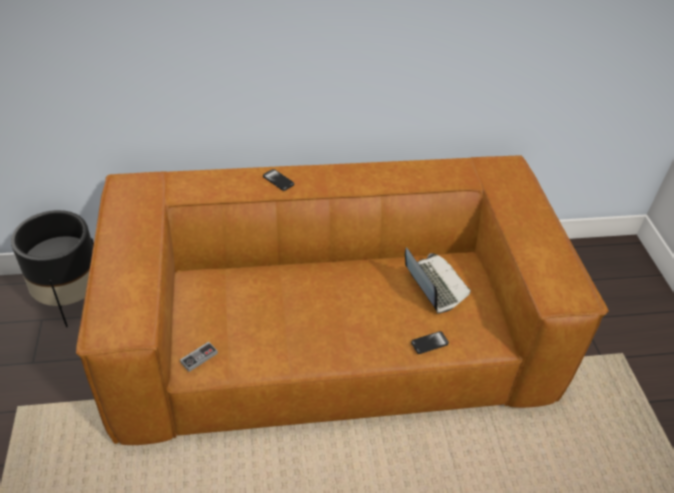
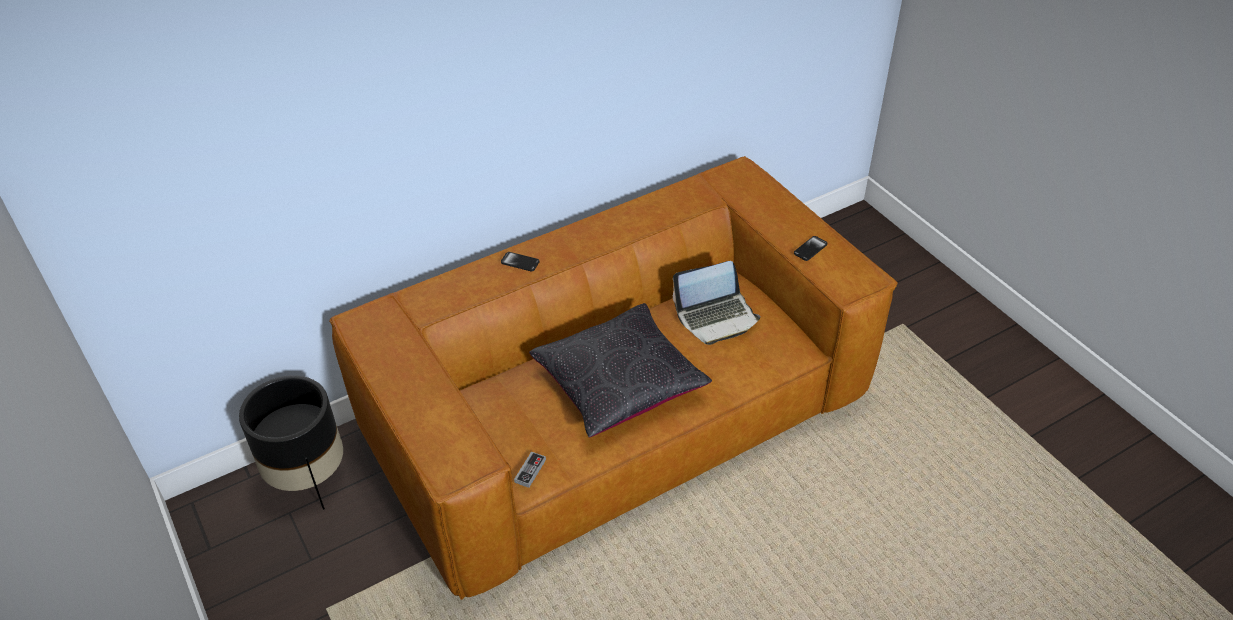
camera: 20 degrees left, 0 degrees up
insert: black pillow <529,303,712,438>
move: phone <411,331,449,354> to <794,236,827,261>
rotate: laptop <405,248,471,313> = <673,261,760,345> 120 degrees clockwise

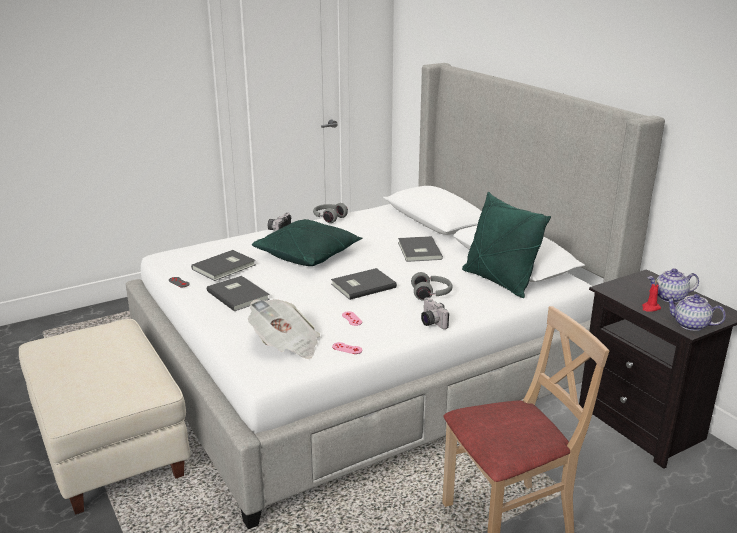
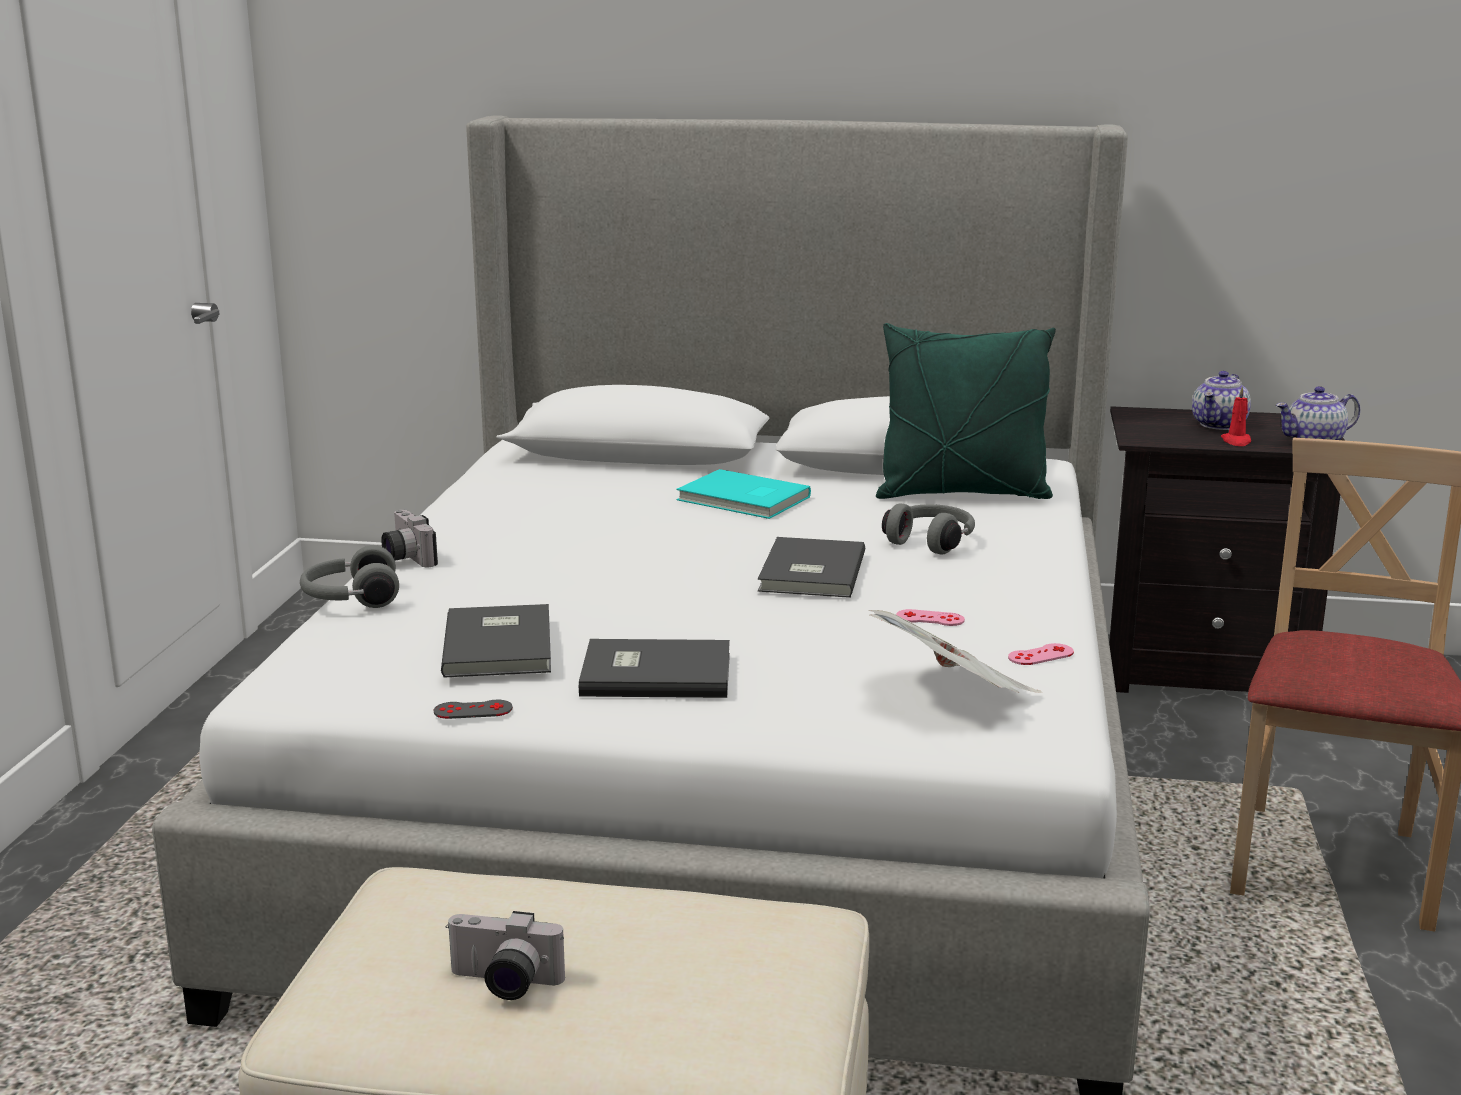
camera: 50 degrees left, 5 degrees down
delete: green pillow <252,219,362,266>
move: grey headphones <313,203,348,223> to <300,545,399,608>; photo camera <421,297,449,329> to <446,911,565,1000>
recolor: grey book <398,236,443,262> to turquoise book <676,469,811,519>

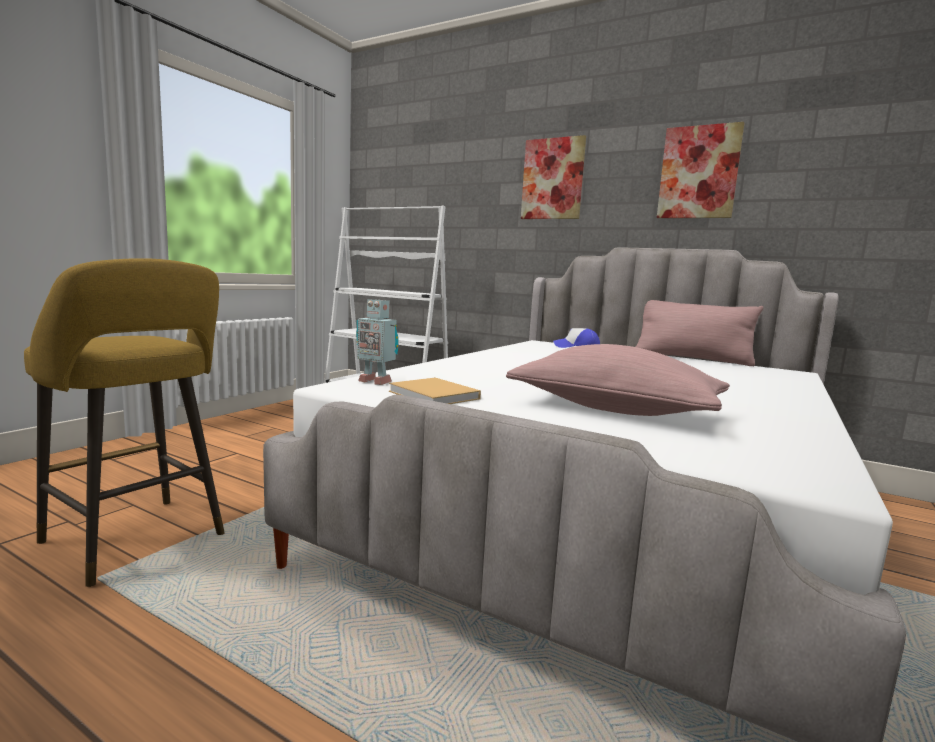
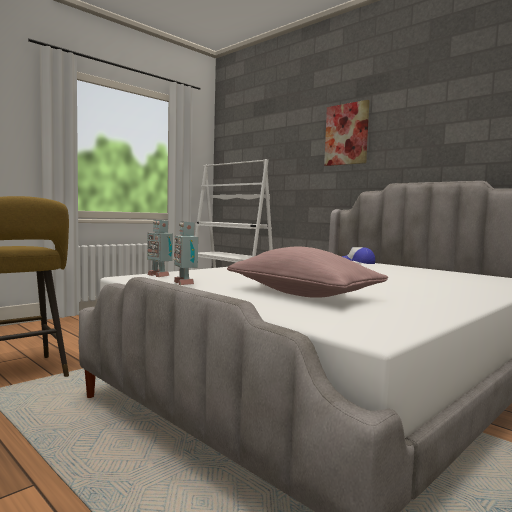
camera: 15 degrees right, 5 degrees down
delete: pink pillow <636,300,764,366>; picture <657,122,744,218>
replace: beige book <389,378,481,404> to toy robot <173,221,198,285>

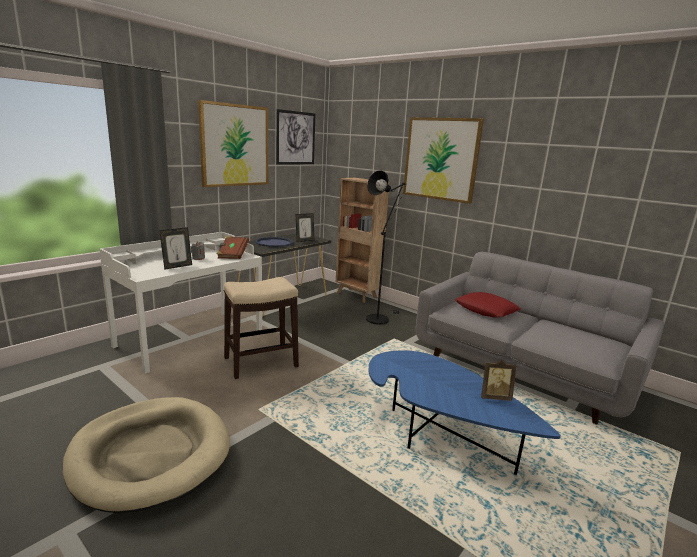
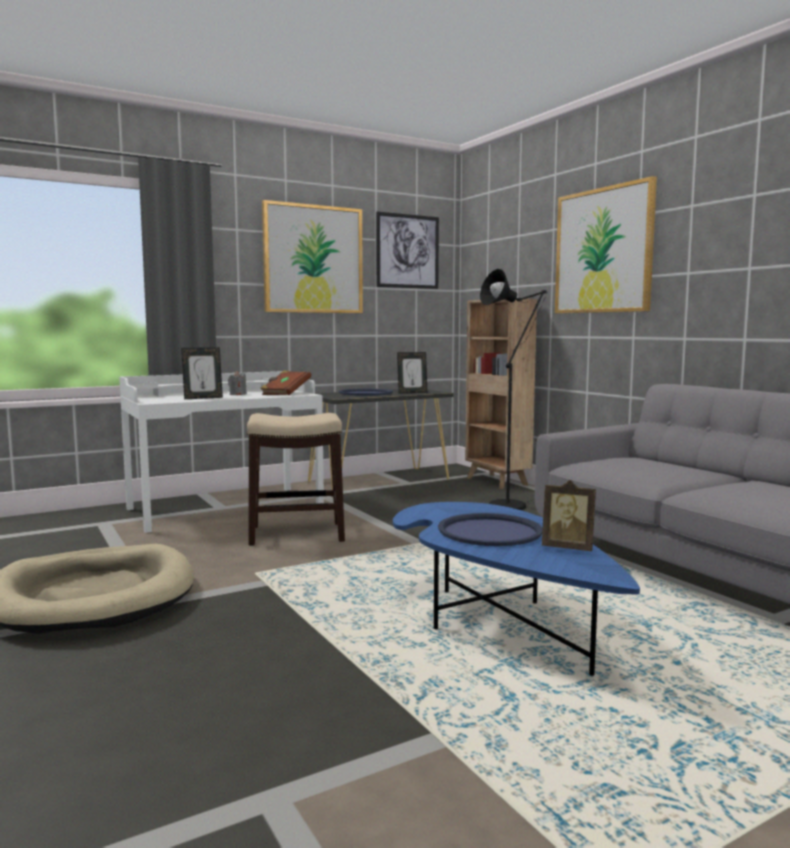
camera: 20 degrees right, 10 degrees down
delete: red pillow <455,292,521,317>
insert: blue tray <438,513,543,546>

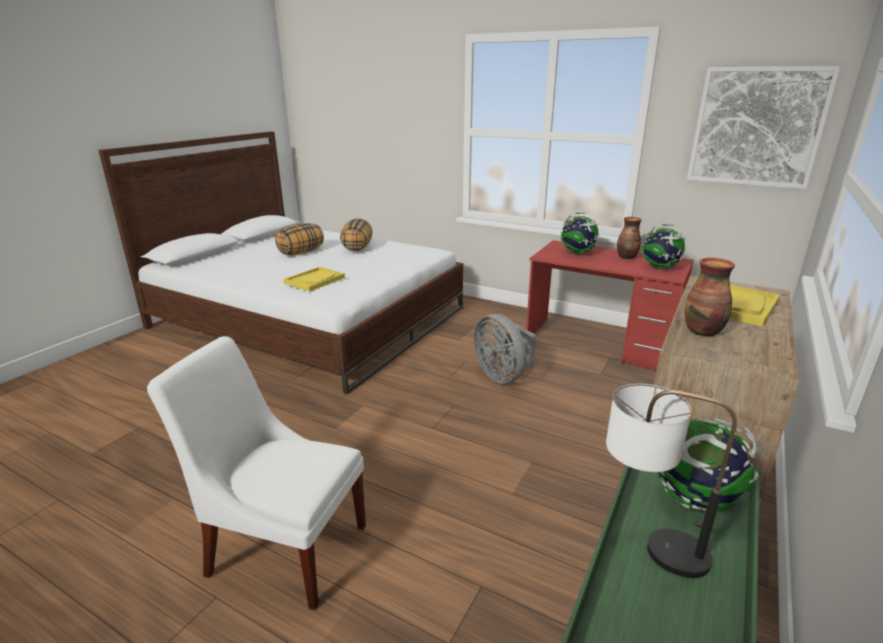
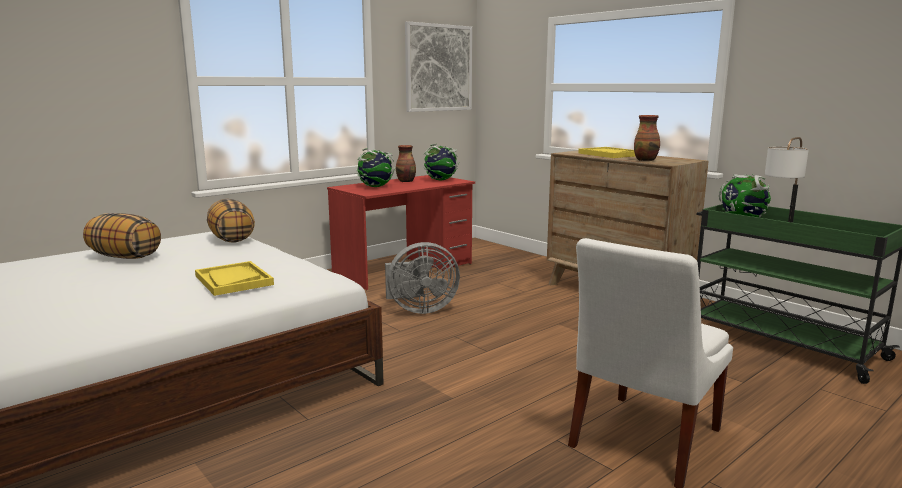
camera: 70 degrees left, 10 degrees down
move: pillow <275,223,324,255> to <207,199,255,242>

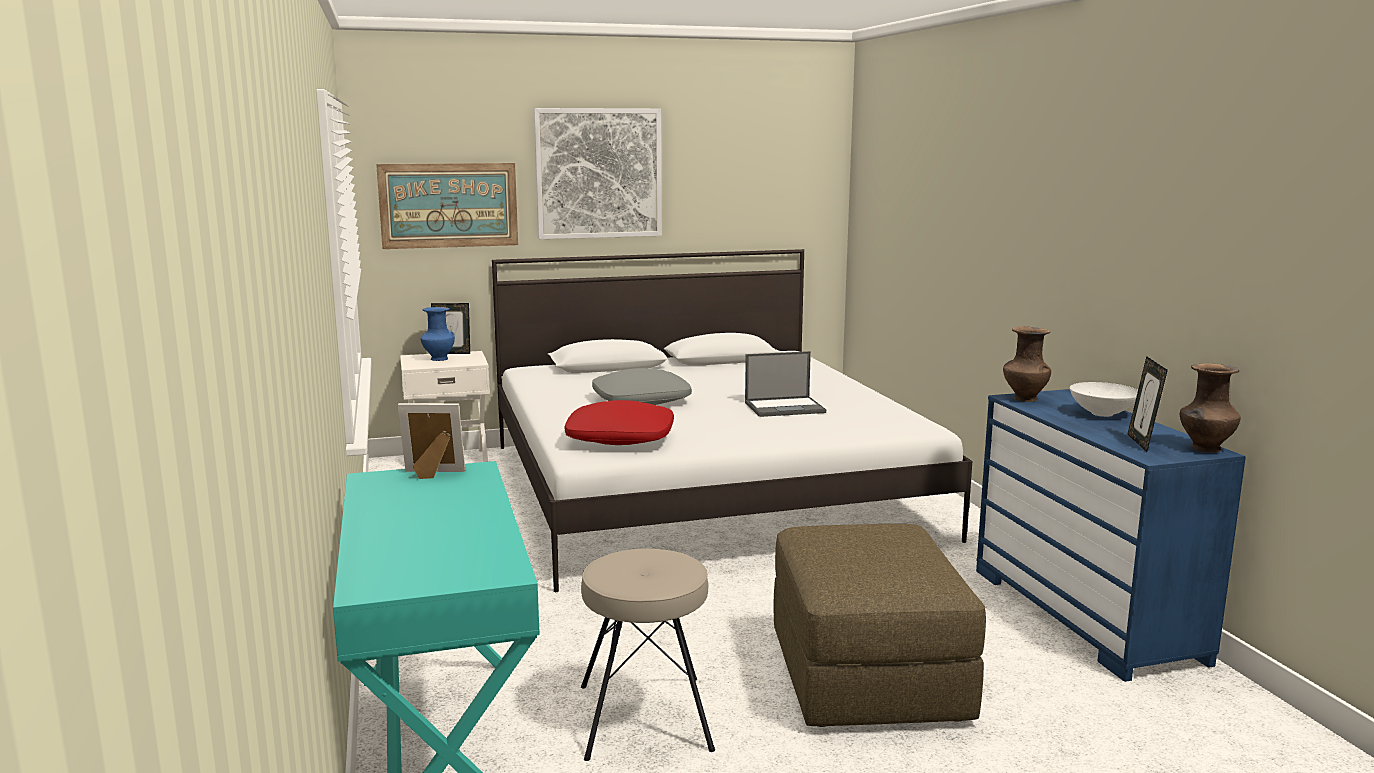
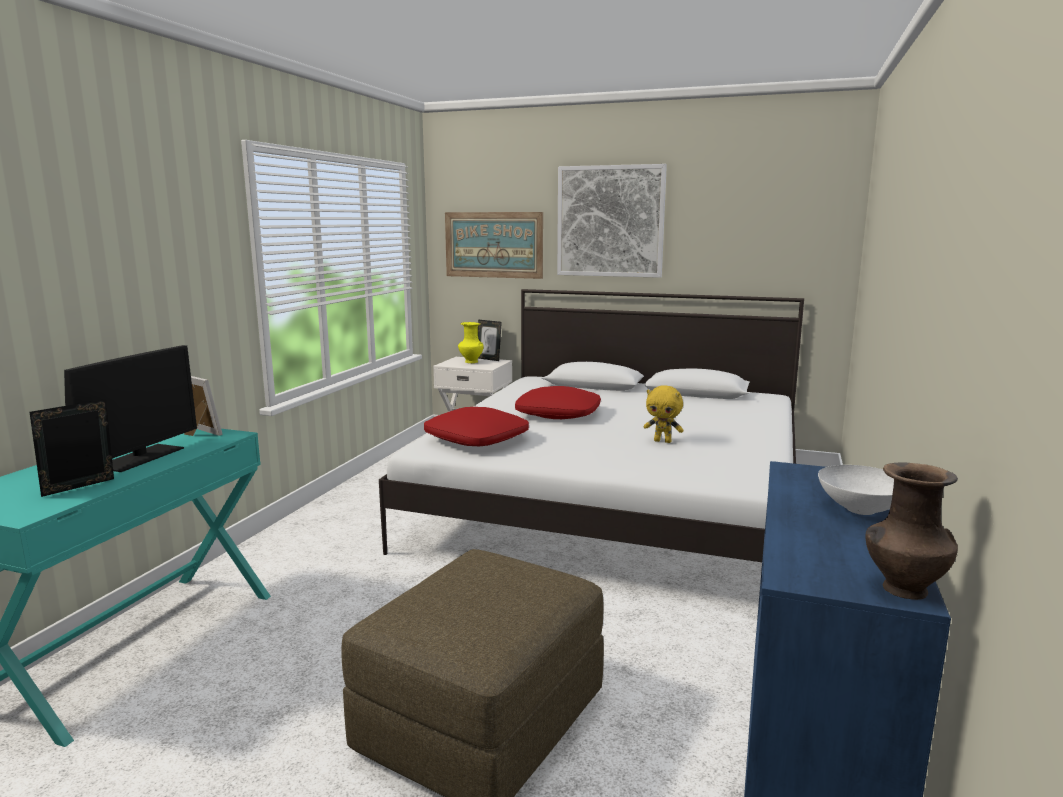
camera: 35 degrees right, 0 degrees up
delete: beige stool <581,549,715,761>; brown vase <1003,326,1051,402>
insert: monitor <64,345,197,472>
move: picture frame <1127,356,1168,452> to <29,399,114,497>
replace: laptop <745,351,826,417> to yellow plush toy <643,385,684,443>
recolor: blue vase <420,307,455,361> to yellow vase <458,322,484,363>; grey pillow <592,368,692,405> to red pillow <515,386,601,419>

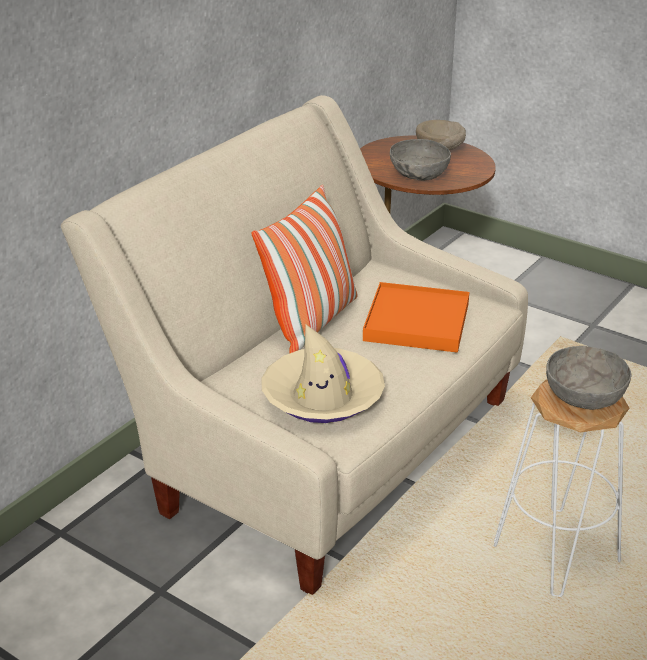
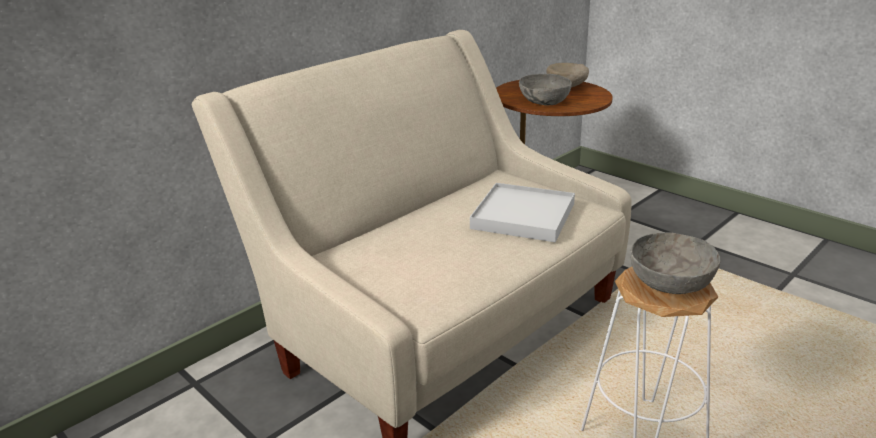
camera: 10 degrees right, 5 degrees down
delete: pillow <252,185,358,353>; beige hat <261,325,385,423>
recolor: orange tray <363,282,469,353> to white tray <470,183,575,242>

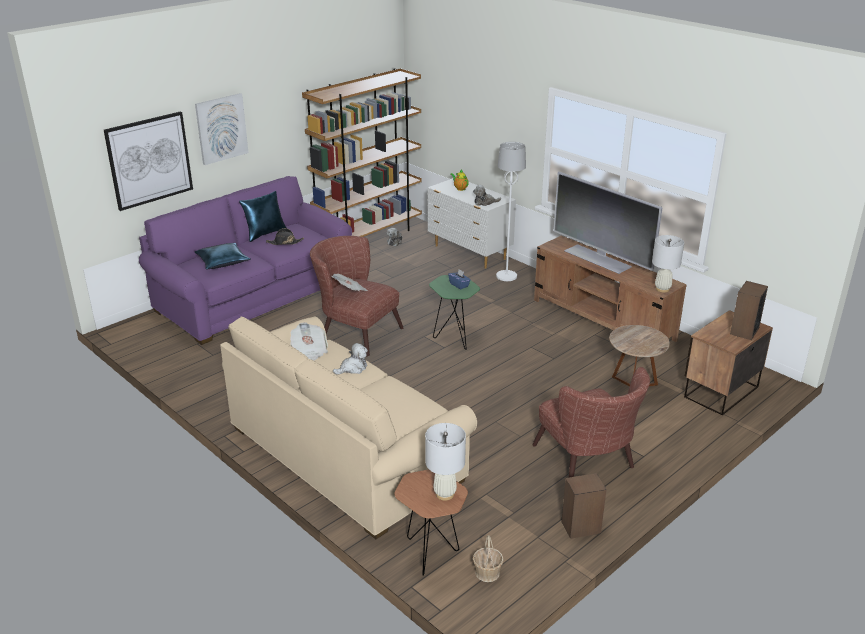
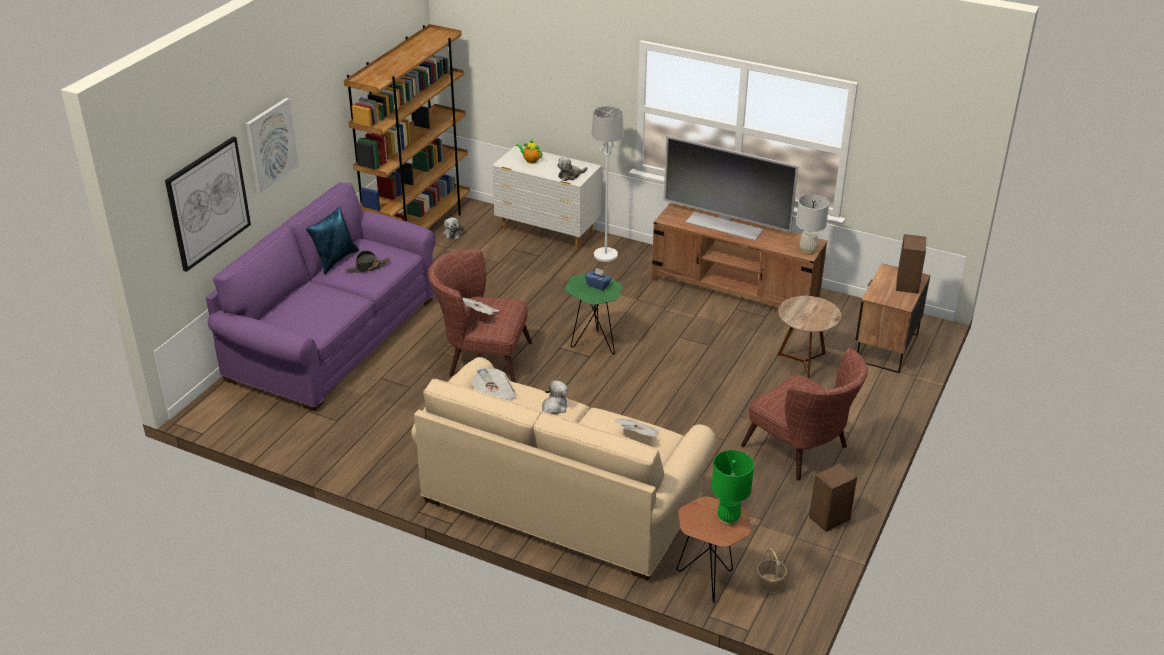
camera: 20 degrees left, 5 degrees up
delete: blue pillow <195,243,251,269>
insert: newspaper <615,418,659,437>
recolor: white table lamp <425,423,466,501> to green table lamp <712,450,754,526>

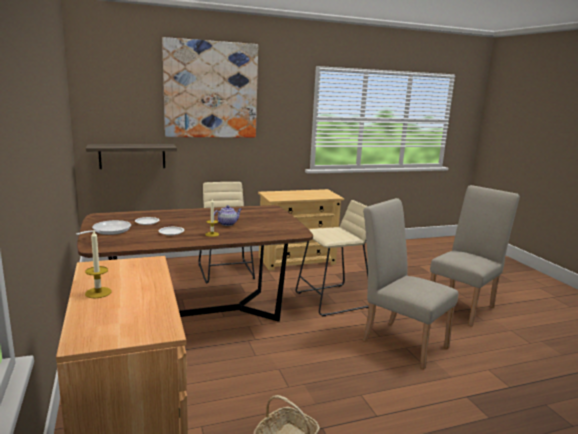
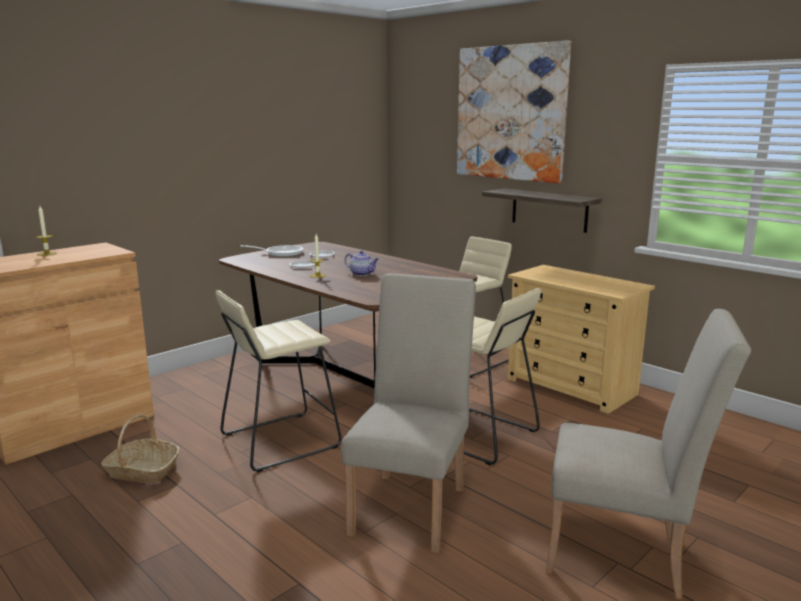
camera: 65 degrees right, 0 degrees up
insert: beige stool <215,290,342,472>
move: shelf <86,144,177,169> to <482,188,602,233>

